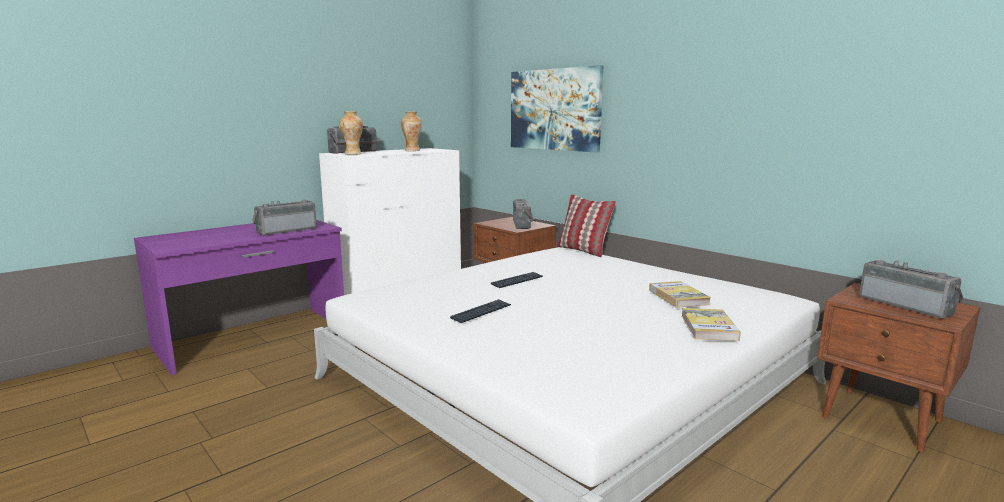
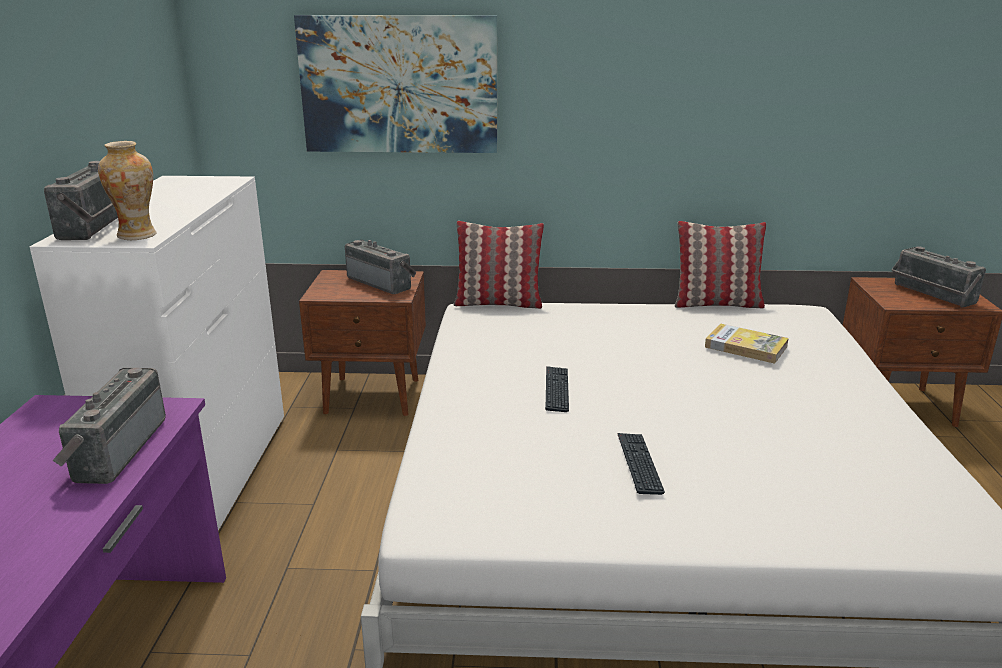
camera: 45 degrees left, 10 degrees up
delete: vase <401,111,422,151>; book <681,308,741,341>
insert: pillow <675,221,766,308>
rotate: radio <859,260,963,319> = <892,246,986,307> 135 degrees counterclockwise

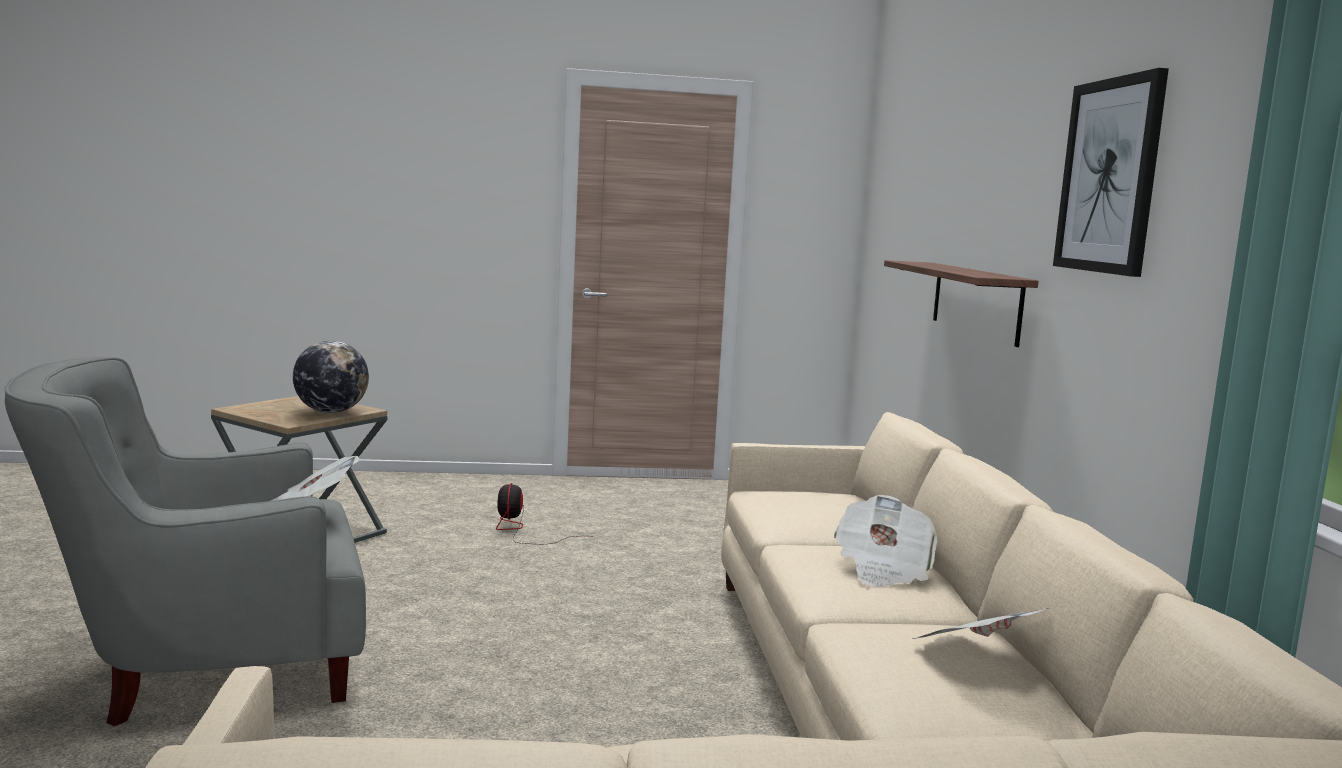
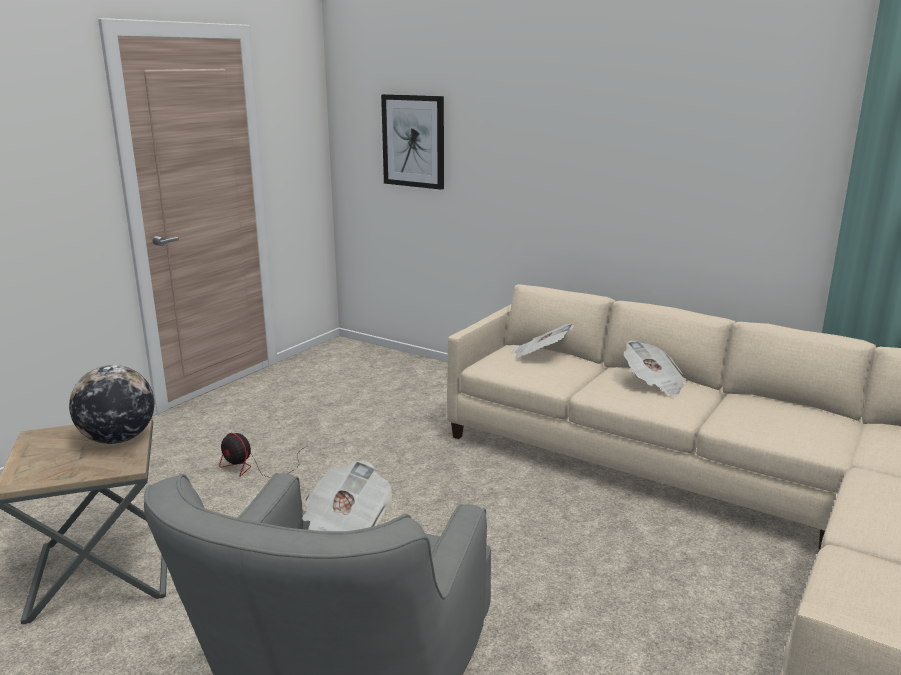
camera: 50 degrees left, 10 degrees up
delete: shelf <884,260,1039,347>
move: newspaper <912,608,1049,639> to <513,324,574,358>; picture <1053,68,1169,277> to <381,94,444,190>

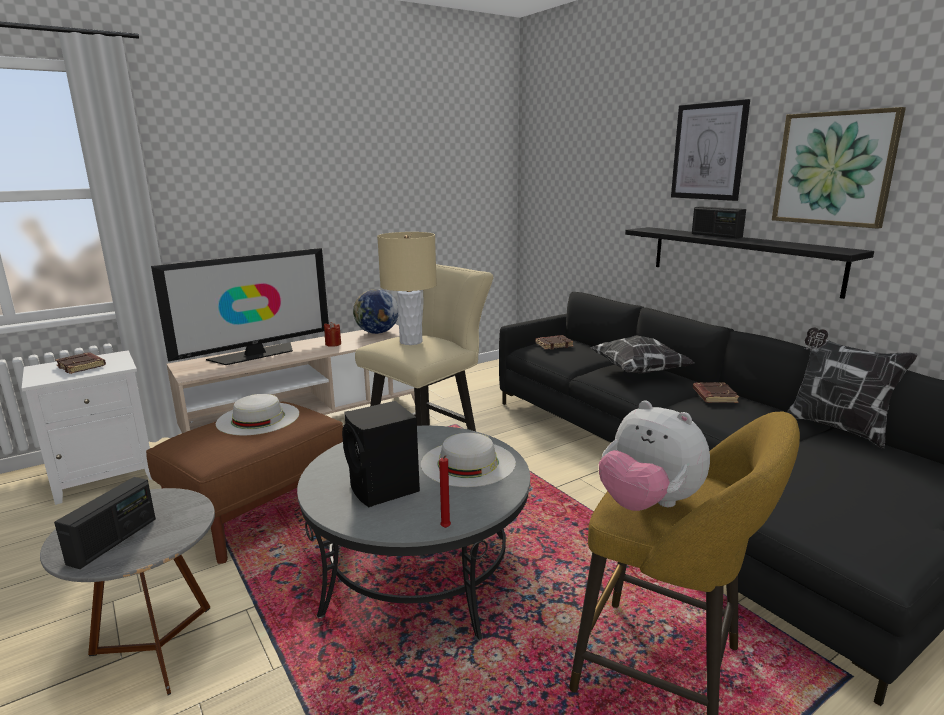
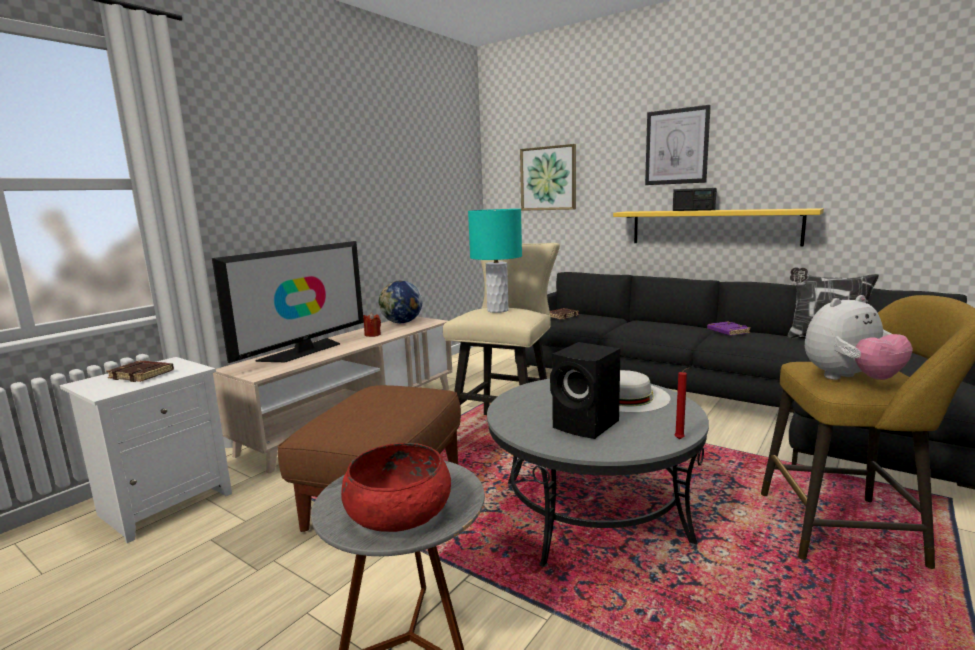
camera: 20 degrees left, 5 degrees down
delete: white hat <216,394,299,435>; pillow <590,336,694,373>
move: picture <772,107,906,229> to <520,144,576,211>
replace: radio <54,477,156,569> to red bowl <341,443,451,532>
recolor: beige table lamp <377,232,437,345> to turquoise table lamp <468,209,522,313>; black shelf <625,227,874,299> to yellow shelf <613,208,824,246>; brown book <693,382,739,403> to purple book <707,321,751,336>
rotate: plush toy <599,400,710,511> = <805,295,913,380> 45 degrees counterclockwise

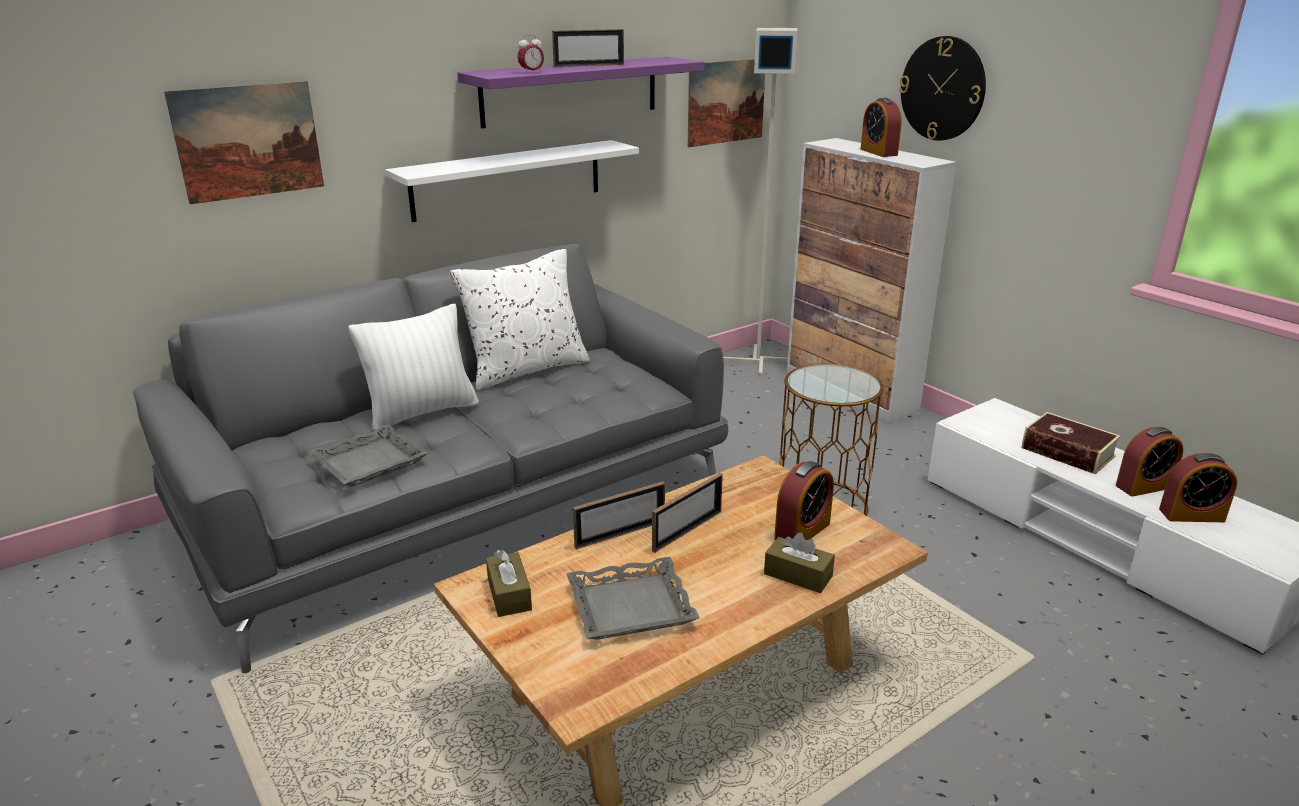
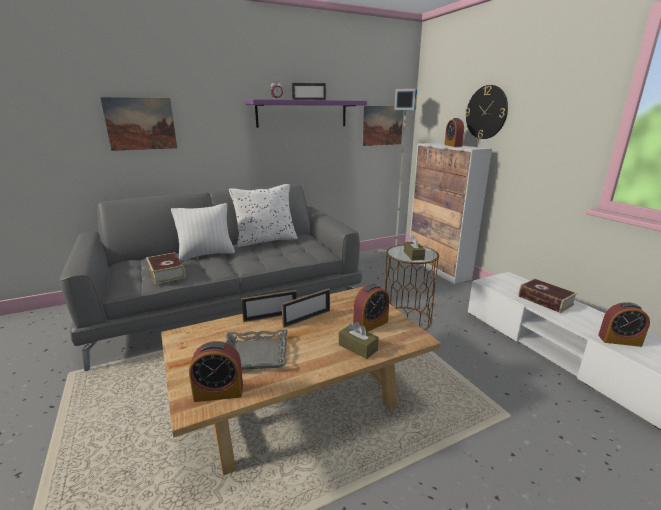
camera: 10 degrees right, 5 degrees down
delete: white shelf <385,140,639,222>
move: brown tissue box <486,550,532,617> to <404,236,425,260>; alarm clock <1116,427,1183,496> to <189,341,243,402>
replace: grey tray <307,424,428,487> to book <146,252,186,284>

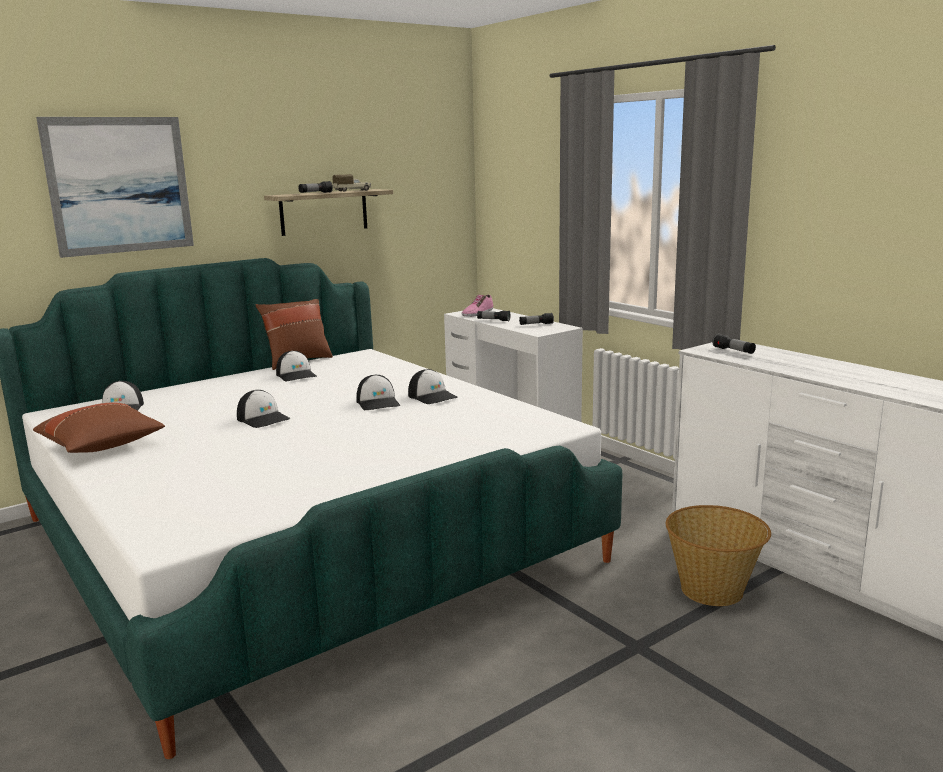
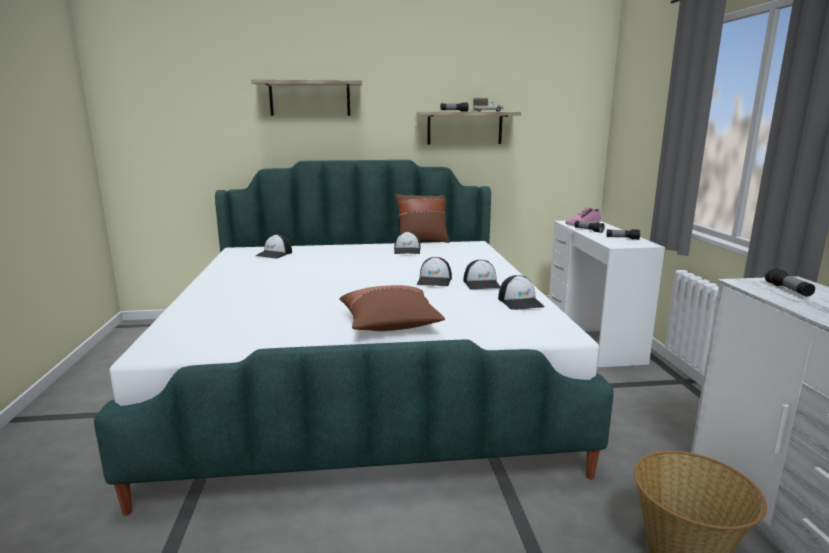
camera: 30 degrees right, 0 degrees up
move: brown pillow <33,402,165,453> to <340,285,445,331>; cap <237,390,290,428> to <498,275,545,310>
replace: picture <36,117,194,258> to shelf <251,79,362,116>

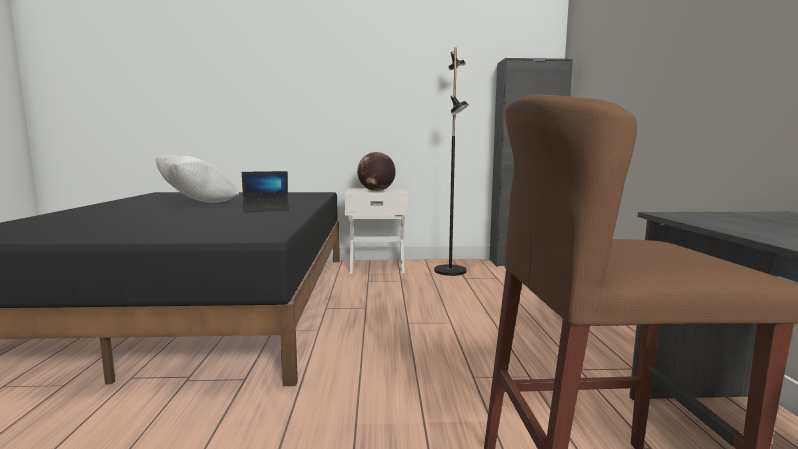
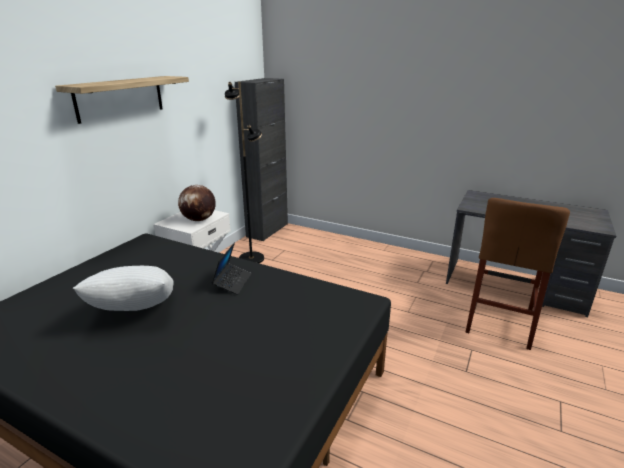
camera: 60 degrees left, 15 degrees up
insert: shelf <55,76,189,124>

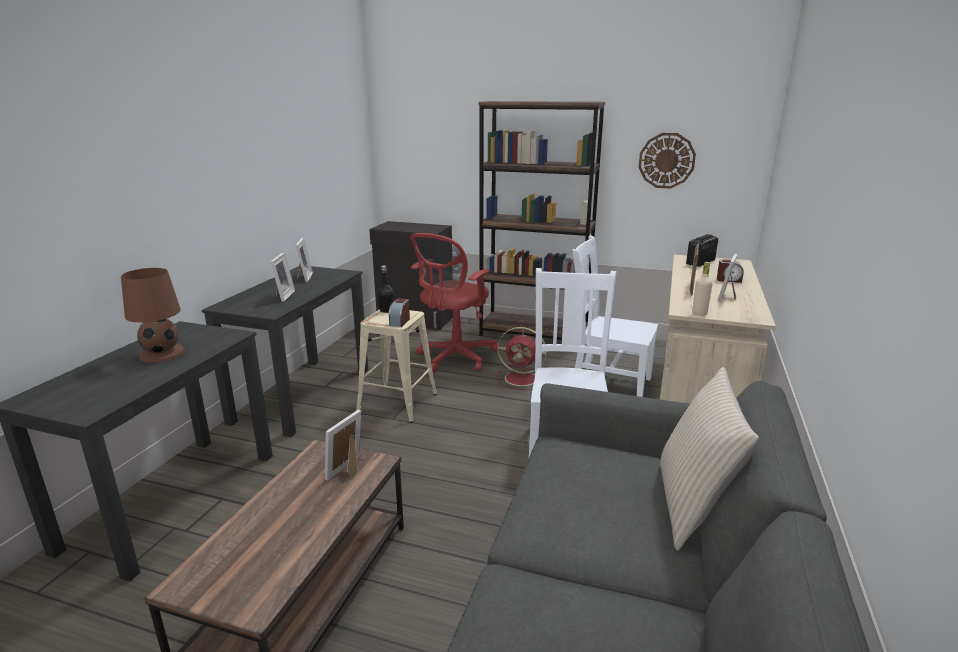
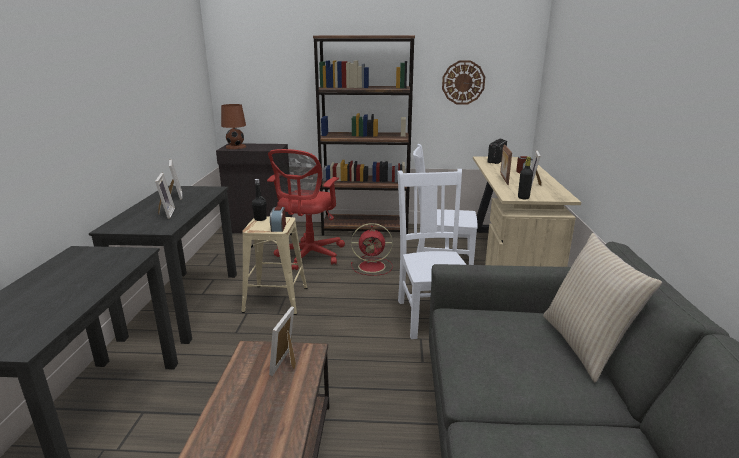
camera: 15 degrees left, 0 degrees up
move: brown table lamp <121,268,185,363> to <221,104,246,149>
recolor: beige bottle <692,262,713,316> to black bottle <518,157,533,199>

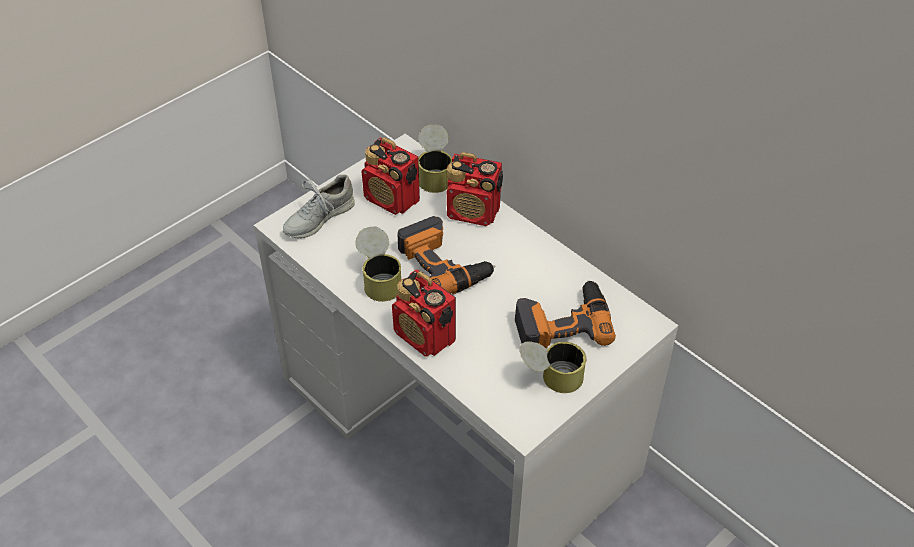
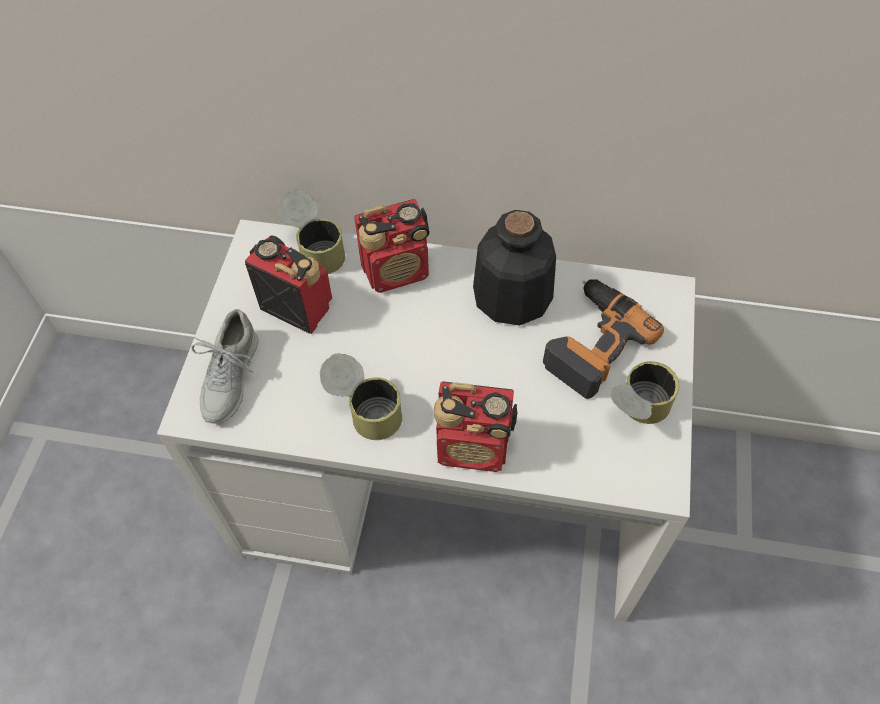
camera: 35 degrees left, 10 degrees up
delete: power drill <398,216,496,295>
insert: bottle <473,210,556,326>
rotate: radio <362,138,420,215> = <245,235,332,334> 150 degrees counterclockwise

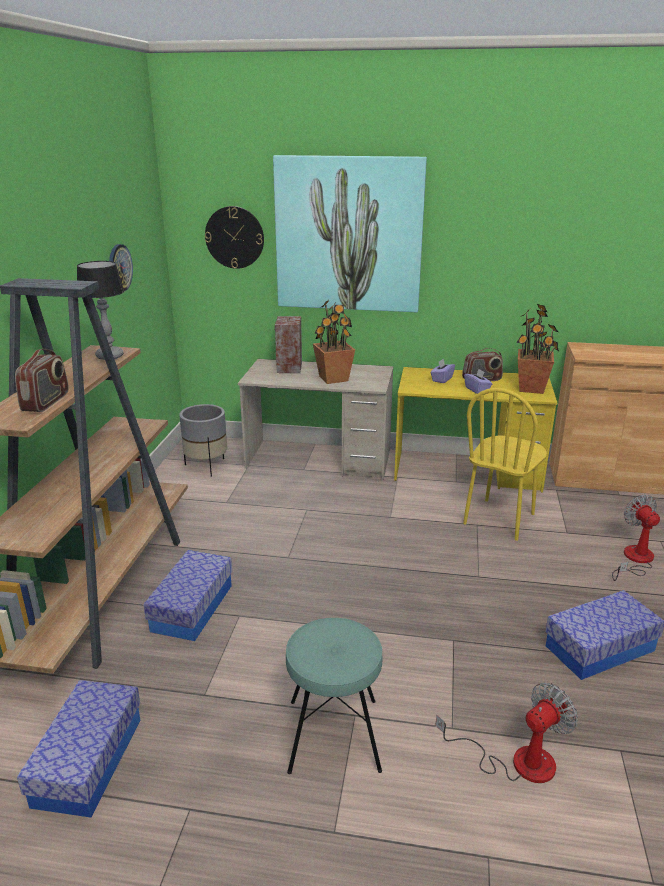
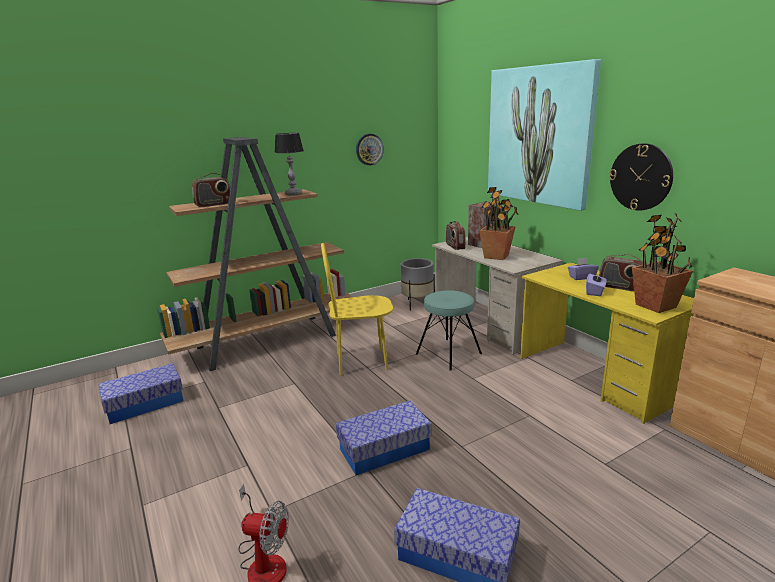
camera: 50 degrees right, 5 degrees down
delete: fan <612,494,660,581>
insert: radio <446,221,466,250>
move: storage box <144,550,232,641> to <336,401,432,475>; wall clock <205,206,264,269> to <609,143,673,211>; turquoise stool <286,618,382,774> to <416,290,482,371>; yellow chair <463,388,547,541> to <321,243,393,375>

